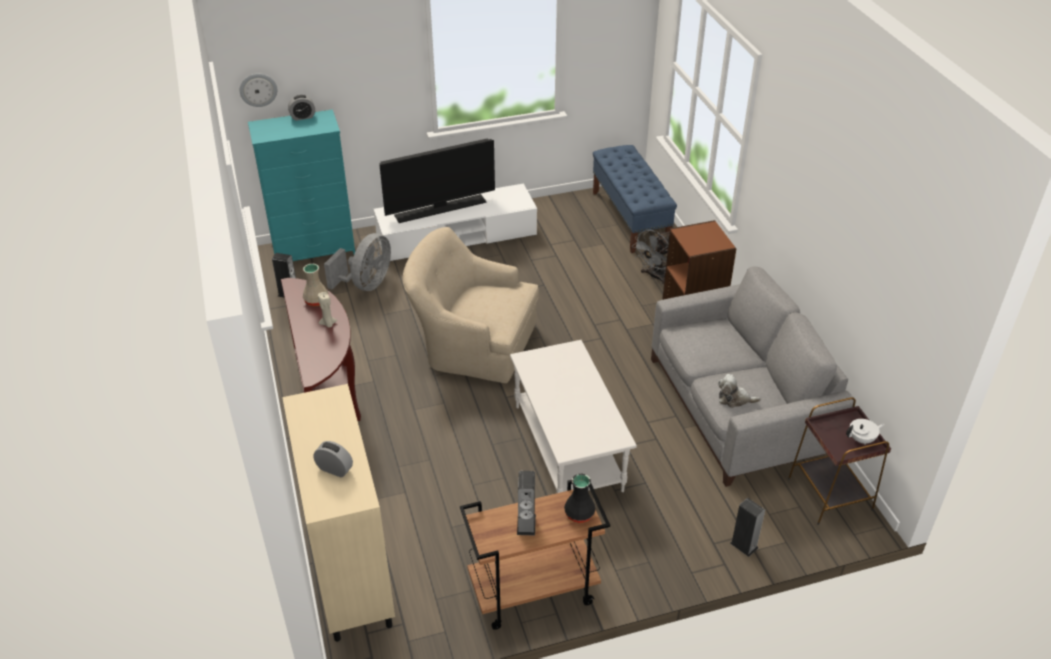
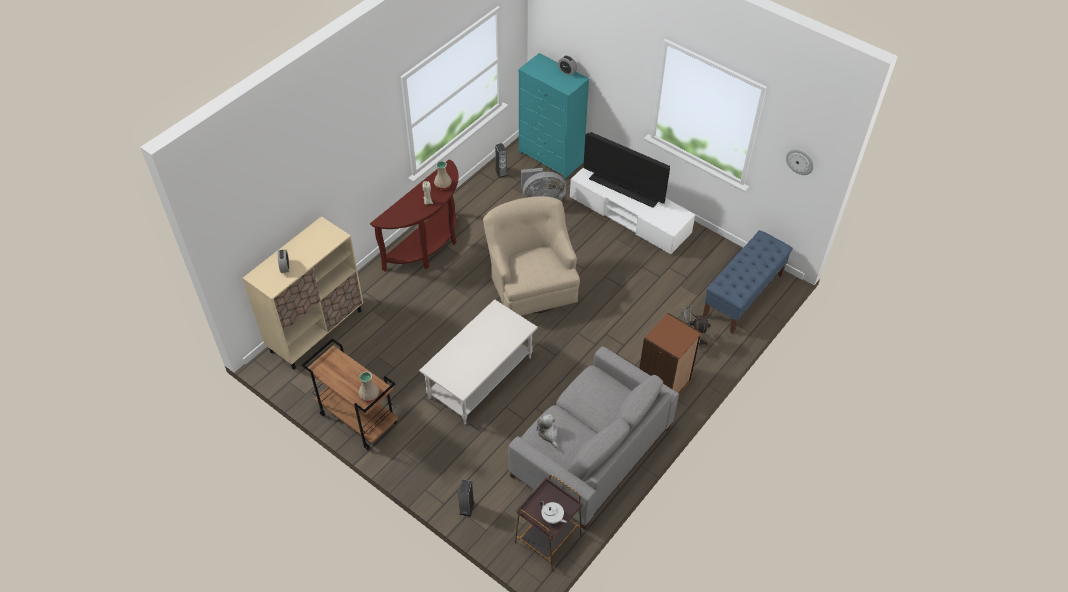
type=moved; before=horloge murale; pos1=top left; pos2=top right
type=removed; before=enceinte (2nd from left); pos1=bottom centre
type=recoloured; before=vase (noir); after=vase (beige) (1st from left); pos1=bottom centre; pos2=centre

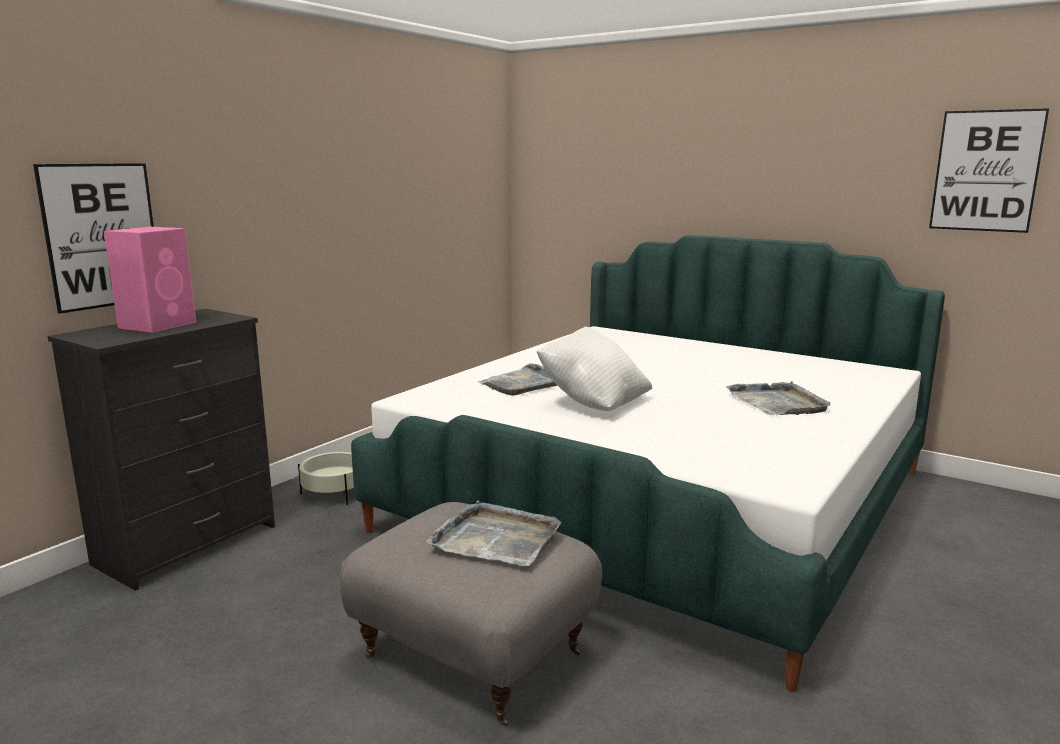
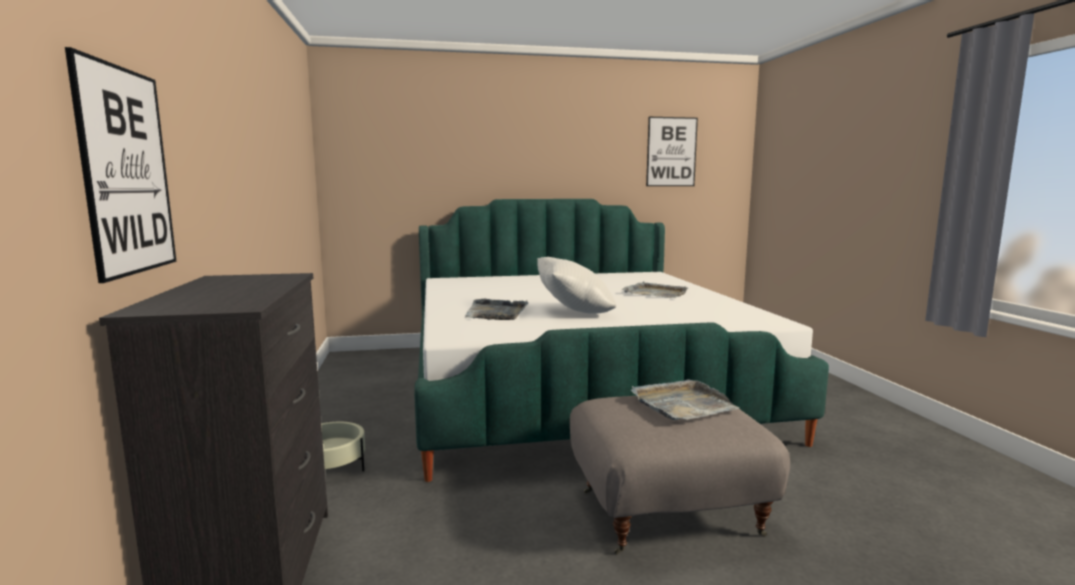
type=removed; before=enceinte (rose); pos1=middle left

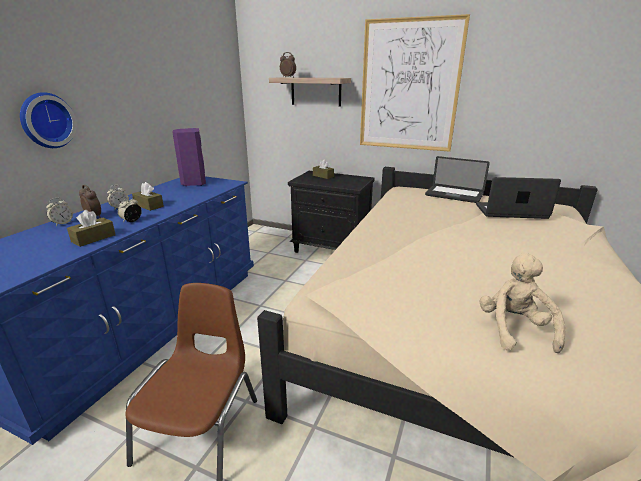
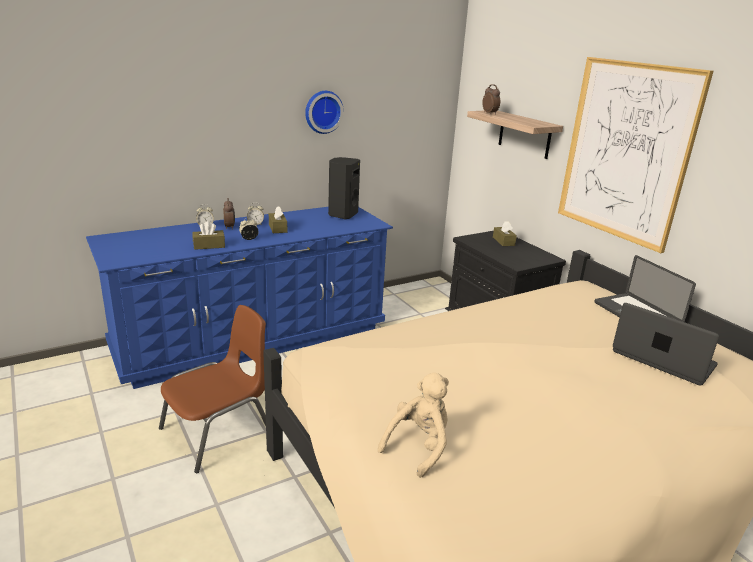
type=moved; before=horloge murale; pos1=top left; pos2=top centre
type=recoloured; before=enceinte (violet); after=enceinte (noir); pos1=top left; pos2=centre

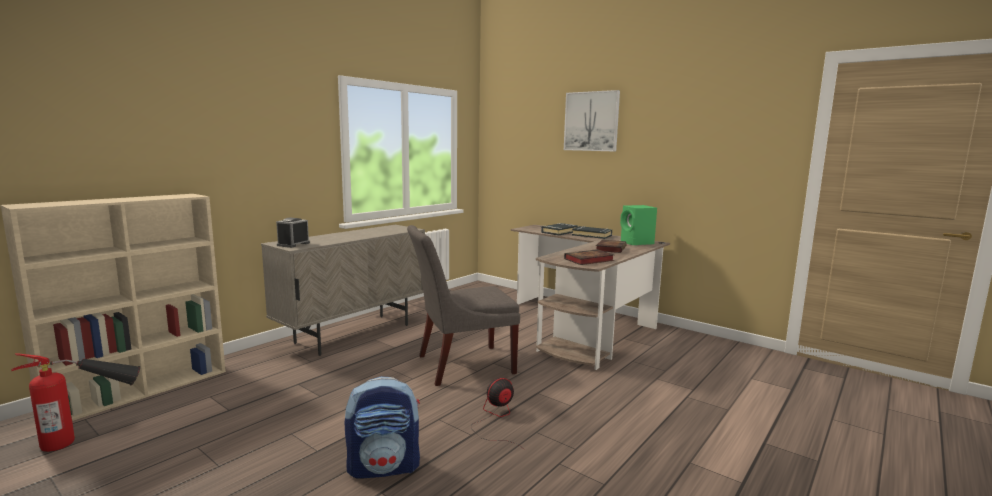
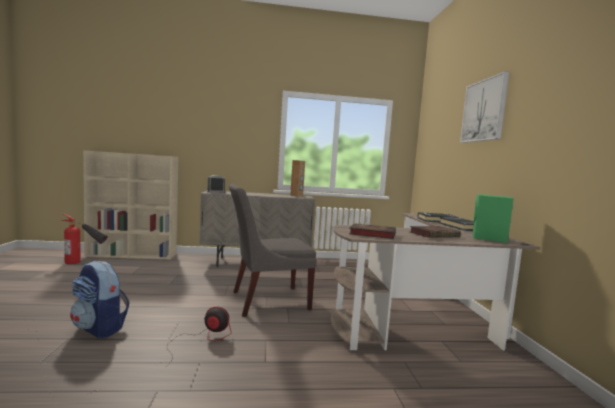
type=turned; before=chaise (gris); pos1=centre; pos2=centre; turn=-45
type=added; after=enceinte (marron); pos2=centre

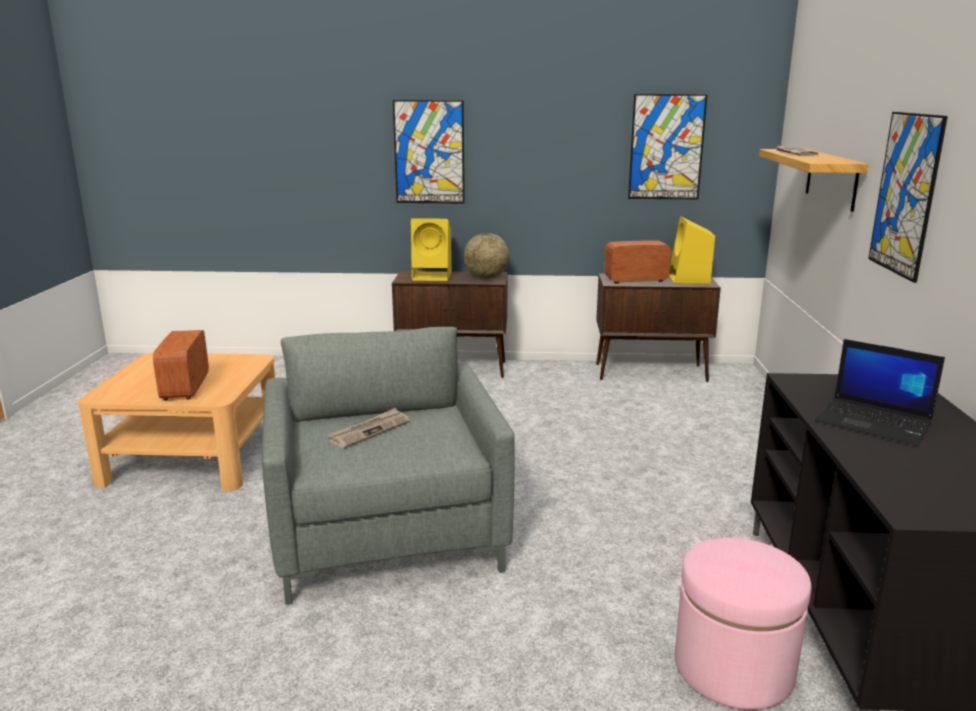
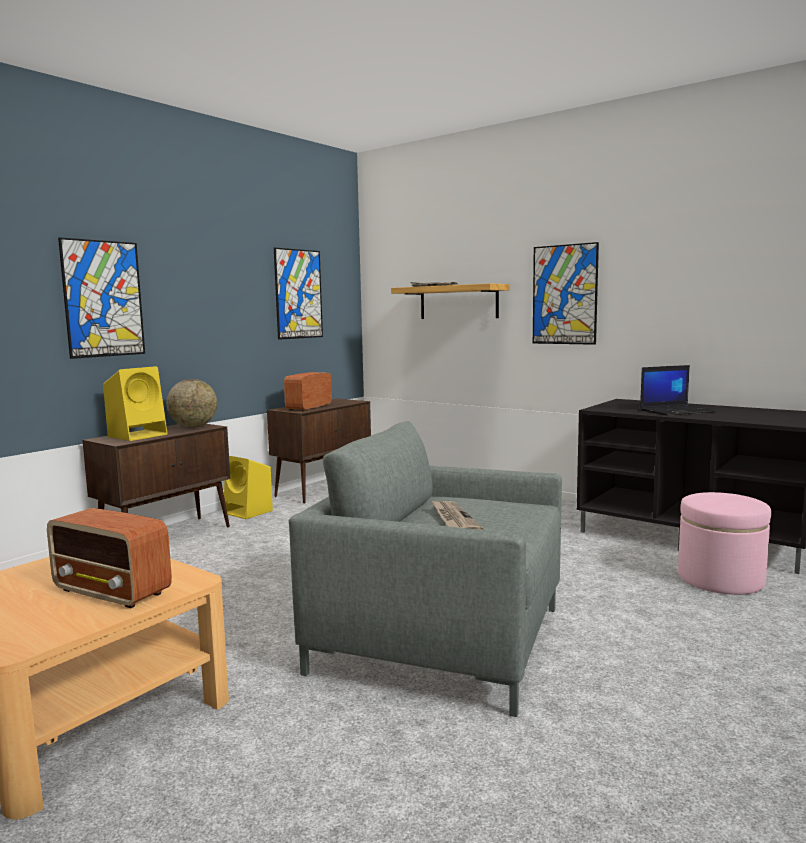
type=moved; before=enceinte (jaune) (2nd from left); pos1=middle right; pos2=middle left

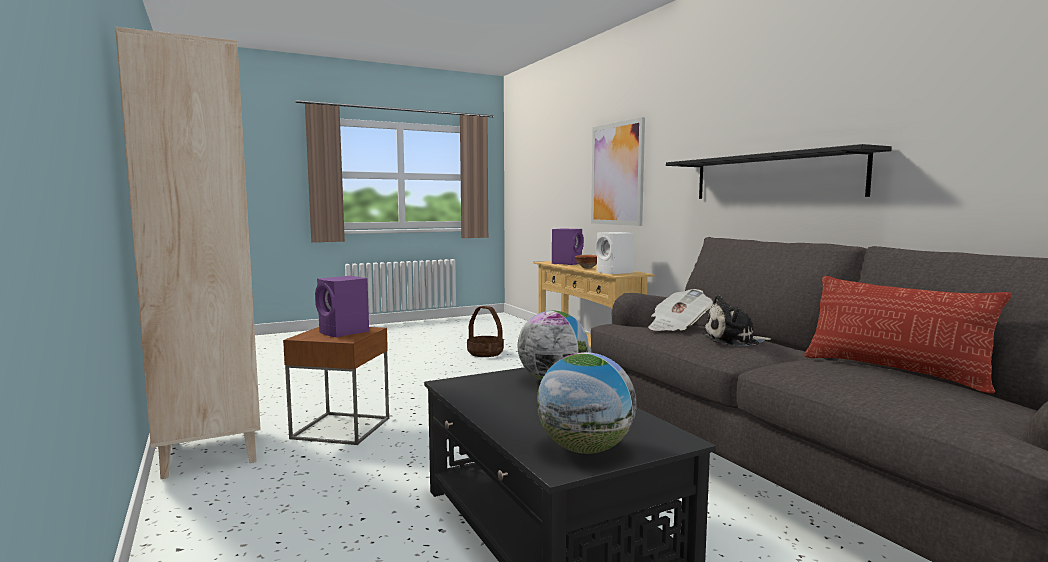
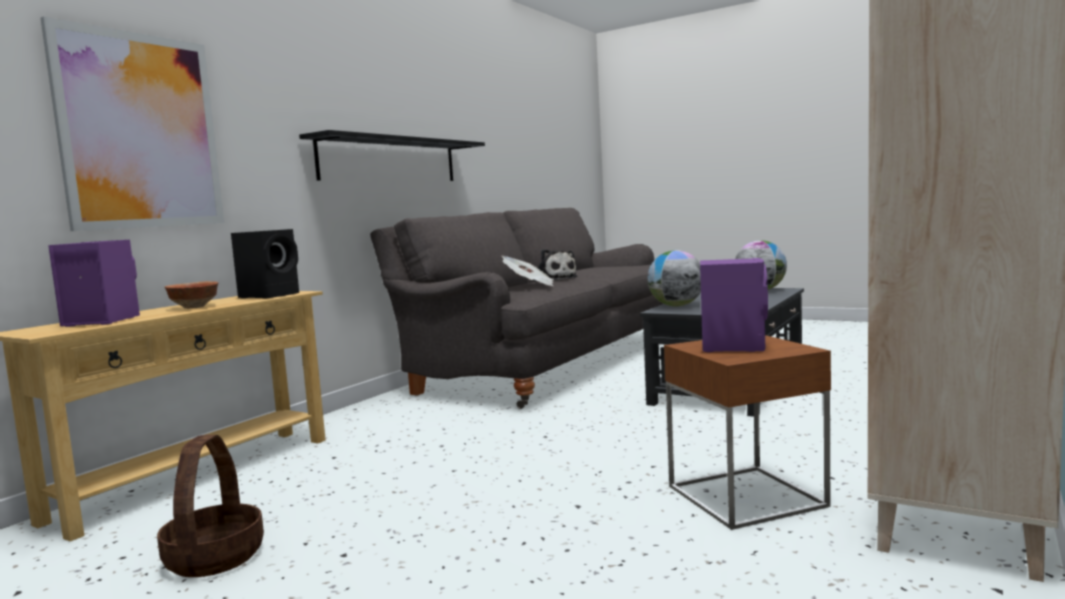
type=recoloured; before=enceinte (blanc); after=enceinte (noir); pos1=centre; pos2=middle left
type=removed; before=coussin; pos1=middle right

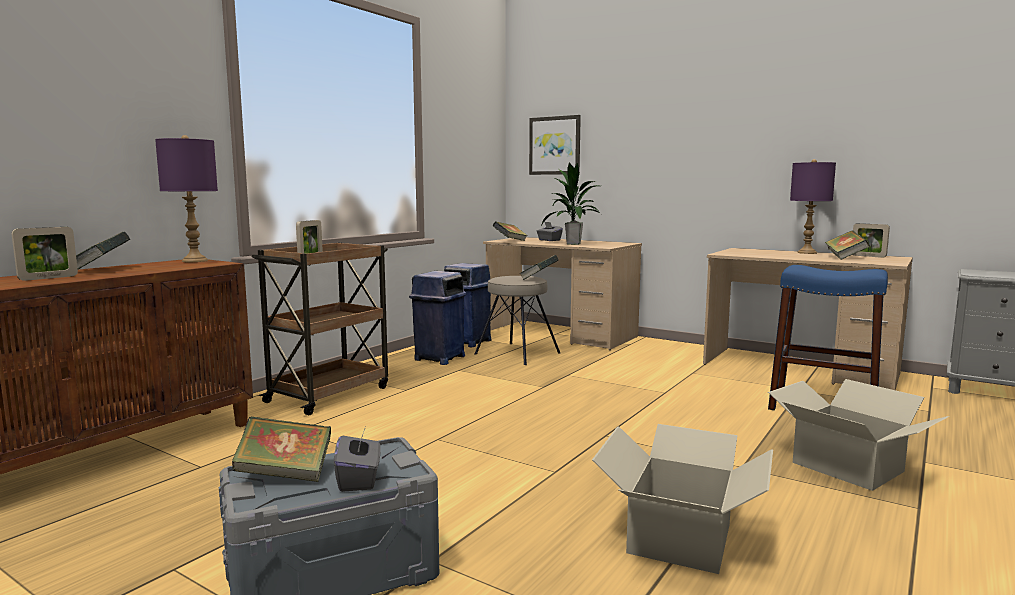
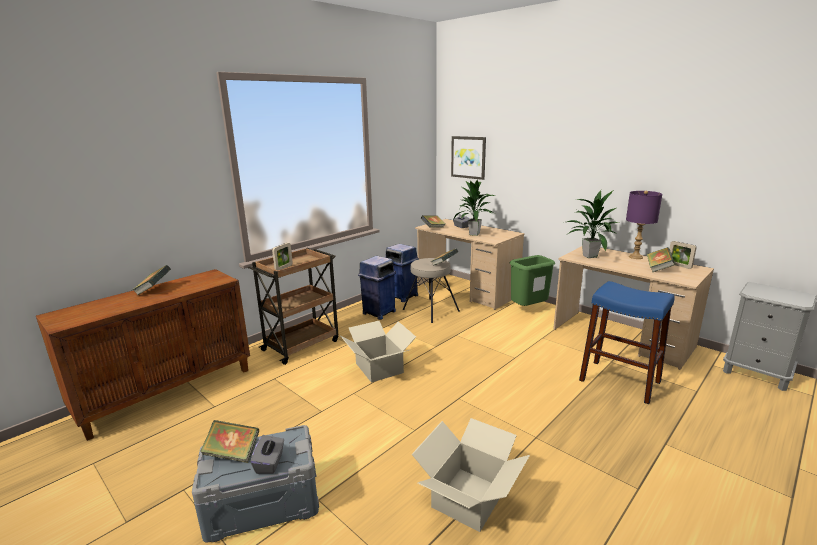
type=removed; before=lampe de table (violet) (1st from left); pos1=top left
type=removed; before=cadre photo (1st from left); pos1=middle left
type=moved; before=carton (2nd from left in the first image); after=carton (1st from left); pos1=bottom right; pos2=centre
type=added; after=plante en pot (2nd from left); pos2=middle right
type=added; after=poubelle (vert); pos2=centre

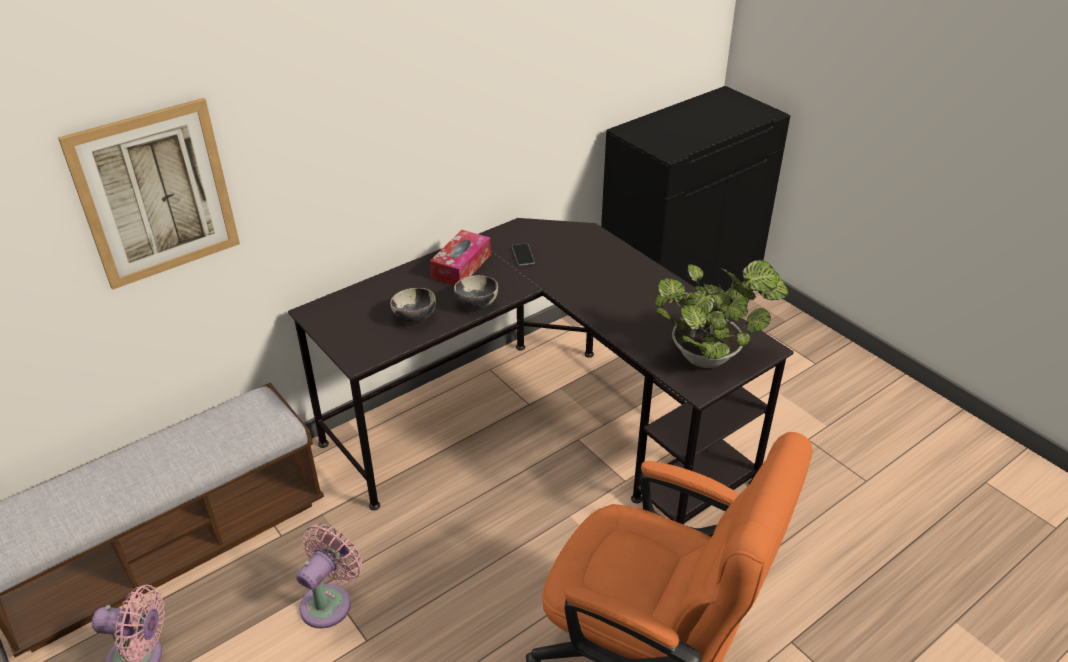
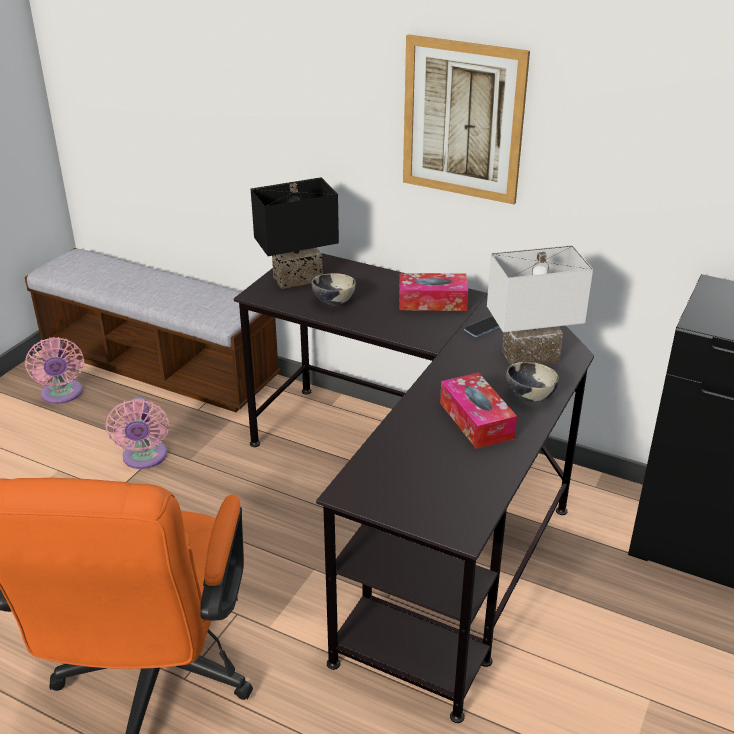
type=moved; before=tableau; pos1=top left; pos2=top centre
type=removed; before=plante en pot; pos1=middle right
type=moved; before=bol (2nd from left); pos1=centre; pos2=middle right
type=turned; before=ventilateur (rose) (2nd from left); pos1=bottom left; pos2=middle left; turn=75
type=added; after=lampe de table (noir); pos2=top centre
type=added; after=lampe de table (blanc); pos2=middle right
type=added; after=boîte à mouchoirs (2nd from left); pos2=centre

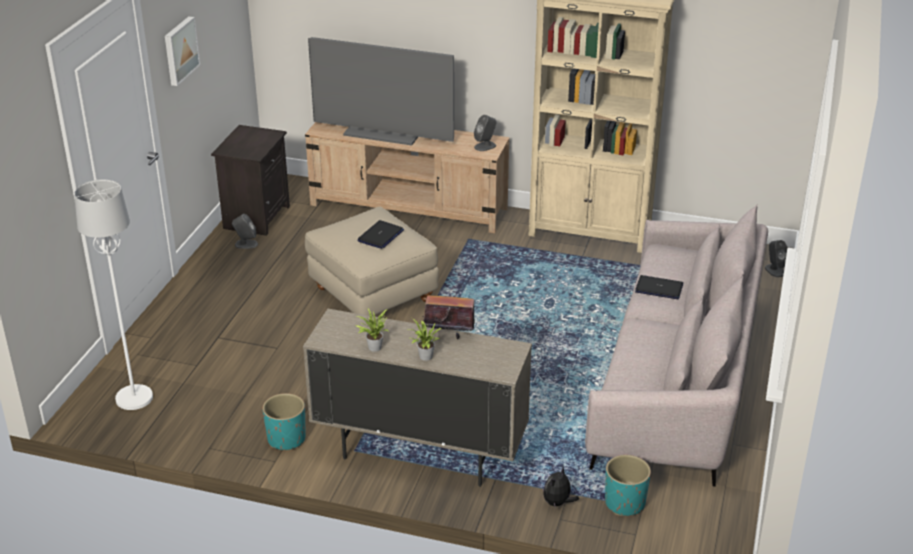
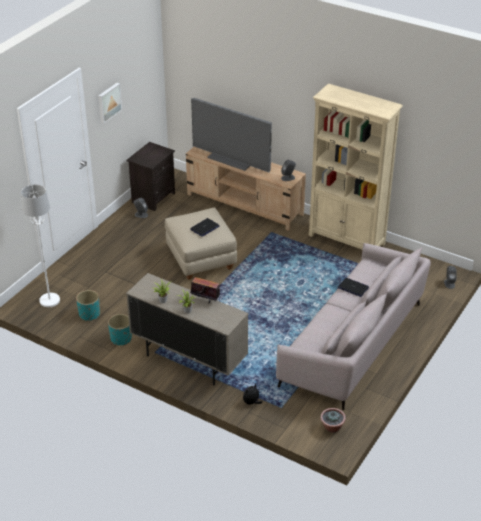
type=moved; before=cache-pot (turquoise) (2nd from left in the first image); after=cache-pot (turquoise) (1st from left); pos1=bottom right; pos2=middle left
type=added; after=plante en pot (3rd from left); pos2=bottom right

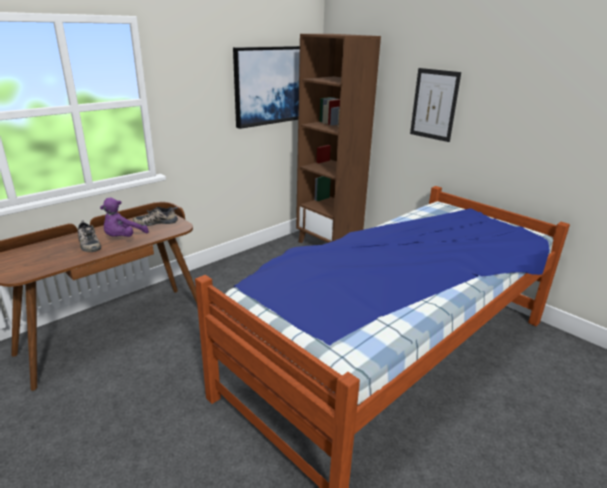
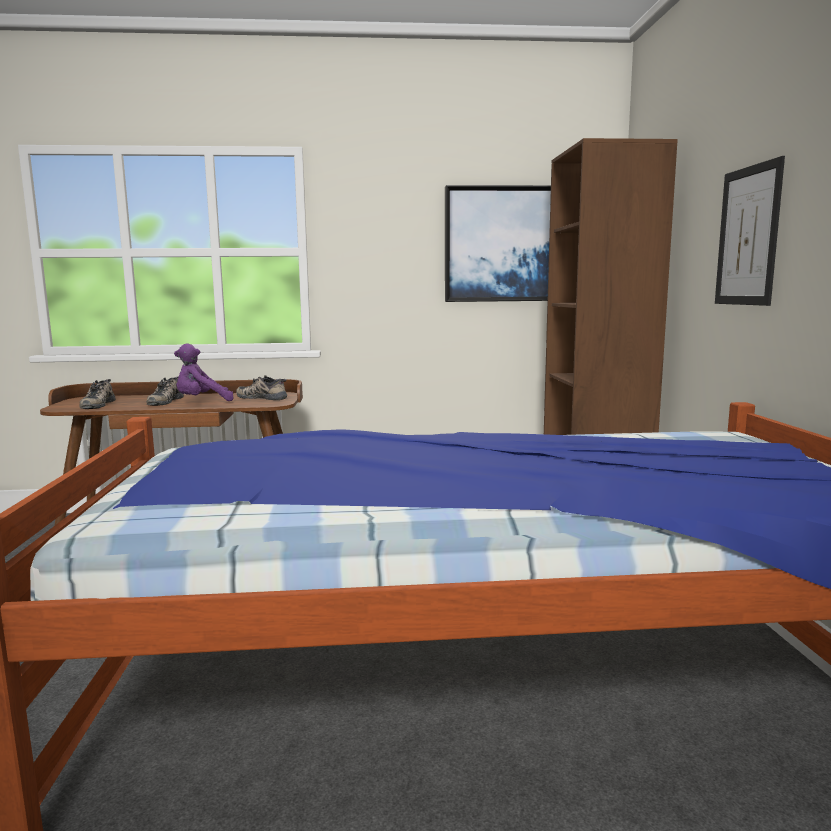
type=added; after=chaussure (1st from left); pos2=middle left

